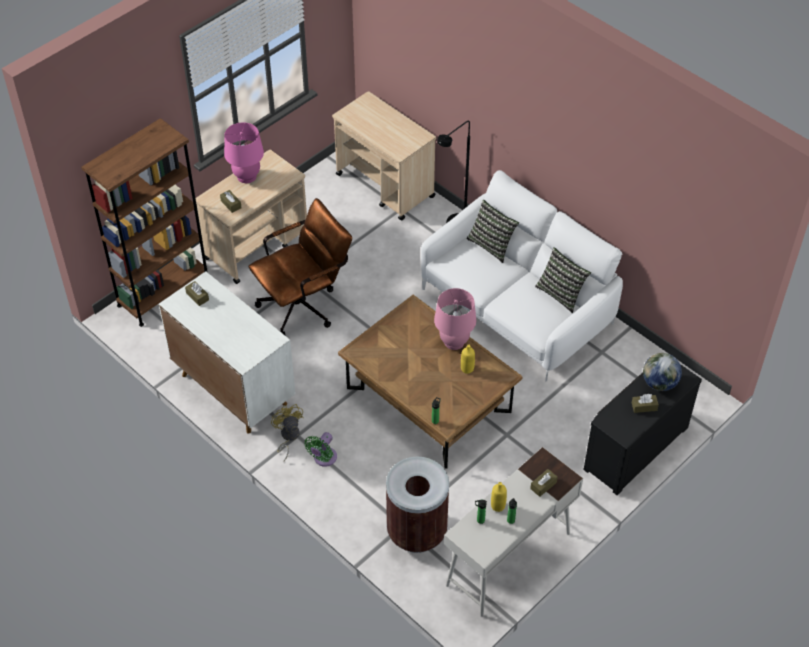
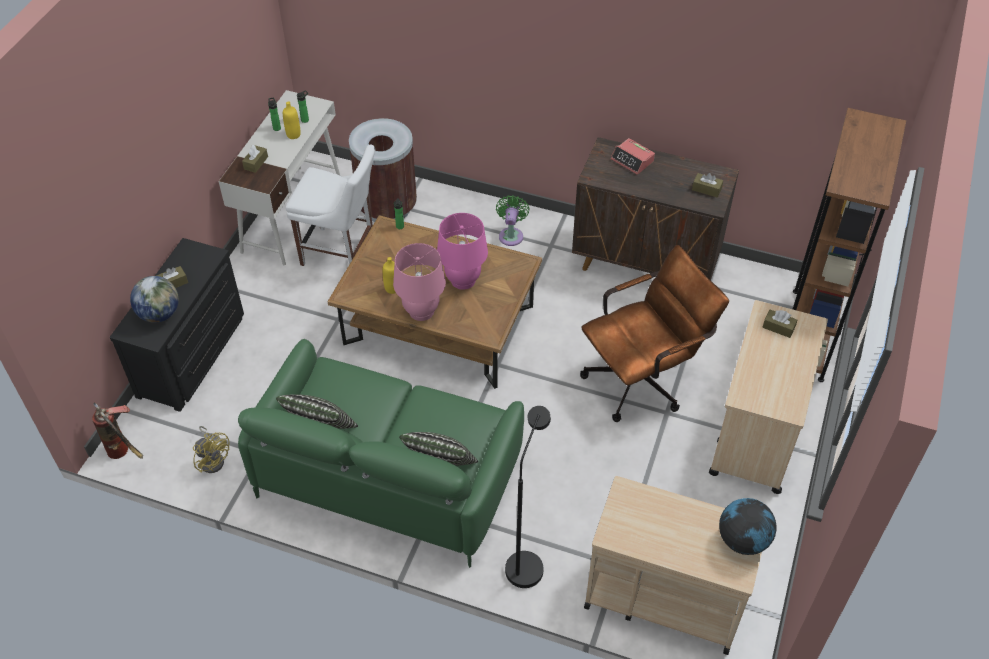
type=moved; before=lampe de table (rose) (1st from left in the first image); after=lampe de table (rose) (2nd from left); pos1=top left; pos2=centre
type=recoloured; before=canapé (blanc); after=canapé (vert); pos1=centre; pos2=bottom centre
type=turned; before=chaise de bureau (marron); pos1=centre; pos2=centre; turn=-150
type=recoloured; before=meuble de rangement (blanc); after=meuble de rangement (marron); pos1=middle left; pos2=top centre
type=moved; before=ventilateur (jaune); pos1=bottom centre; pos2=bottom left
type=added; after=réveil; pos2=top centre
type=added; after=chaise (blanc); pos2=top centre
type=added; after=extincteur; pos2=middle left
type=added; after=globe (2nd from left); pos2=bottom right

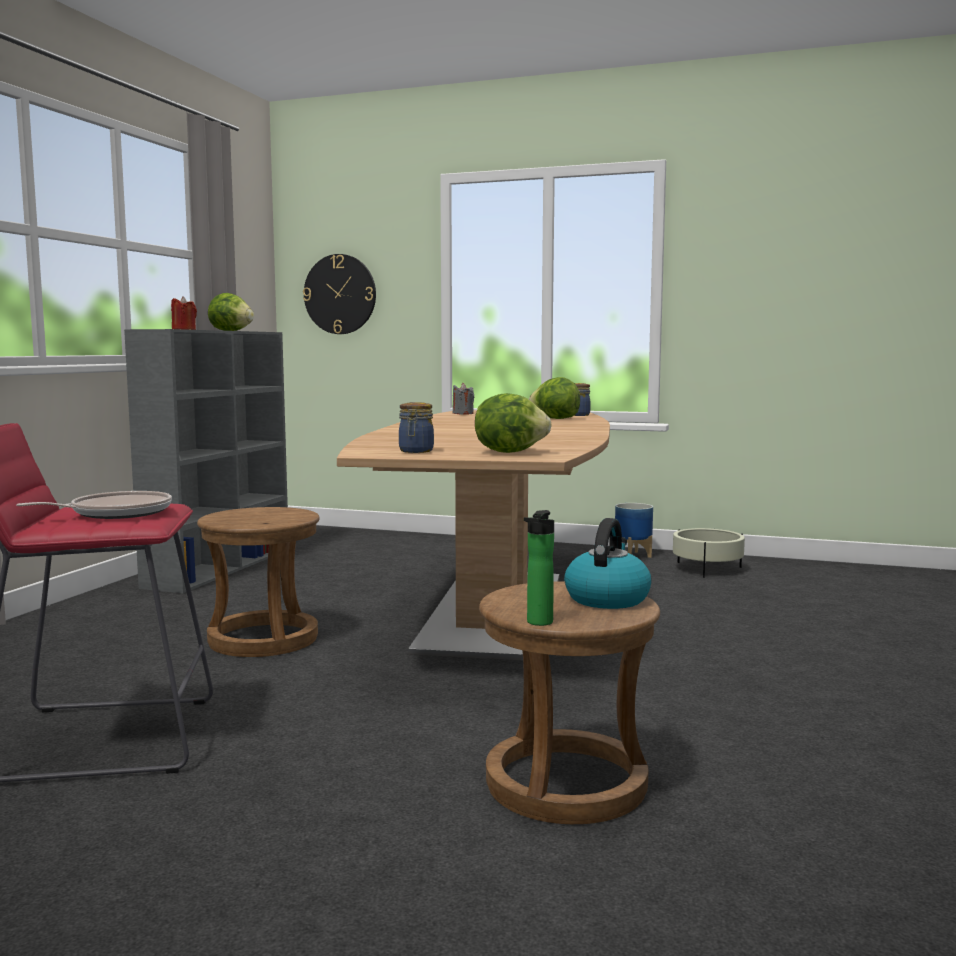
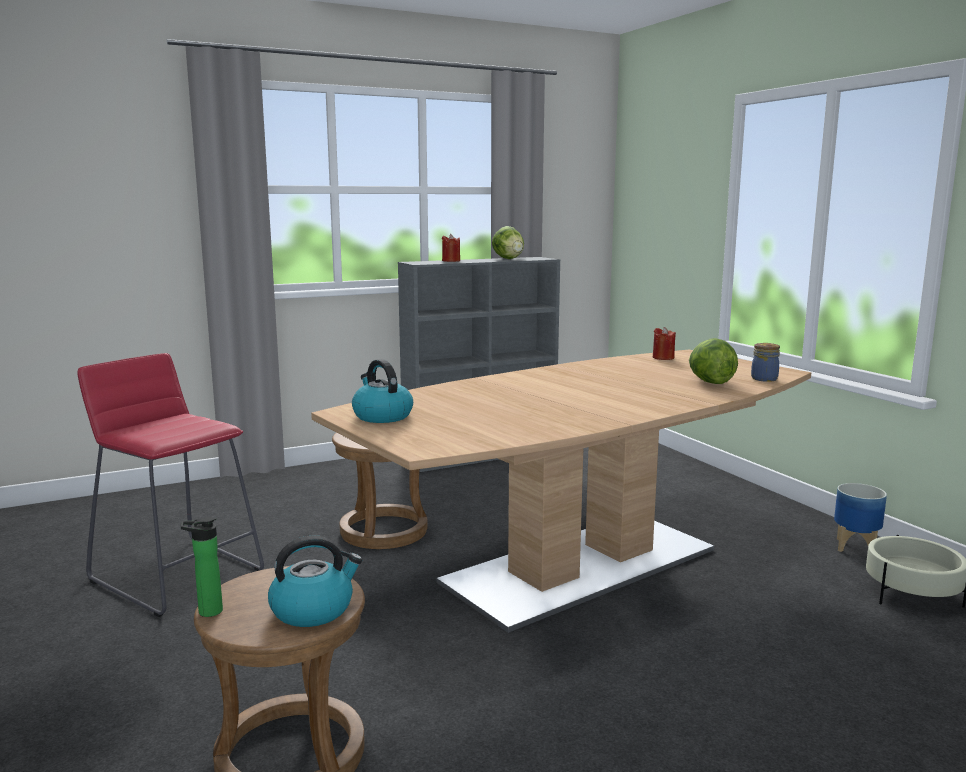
type=removed; before=horloge murale; pos1=top centre
type=recoloured; before=bougie (gris); after=bougie (rouge) (2nd from left); pos1=centre; pos2=middle right
type=removed; before=laitue (2nd from left); pos1=centre
type=replaced; before=bocal (1st from left); after=bouilloire (2nd from left); pos1=centre; pos2=centre
type=removed; before=poêle; pos1=middle left

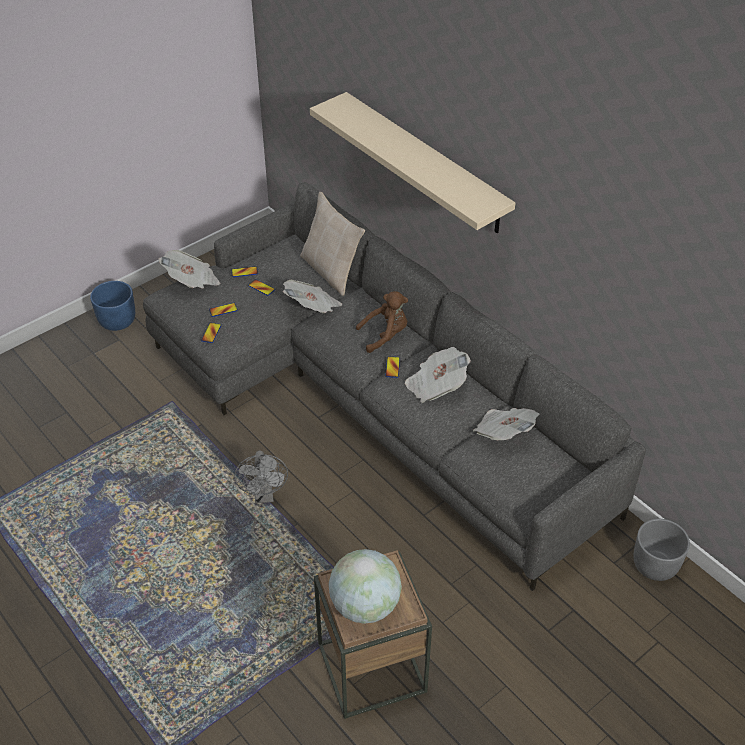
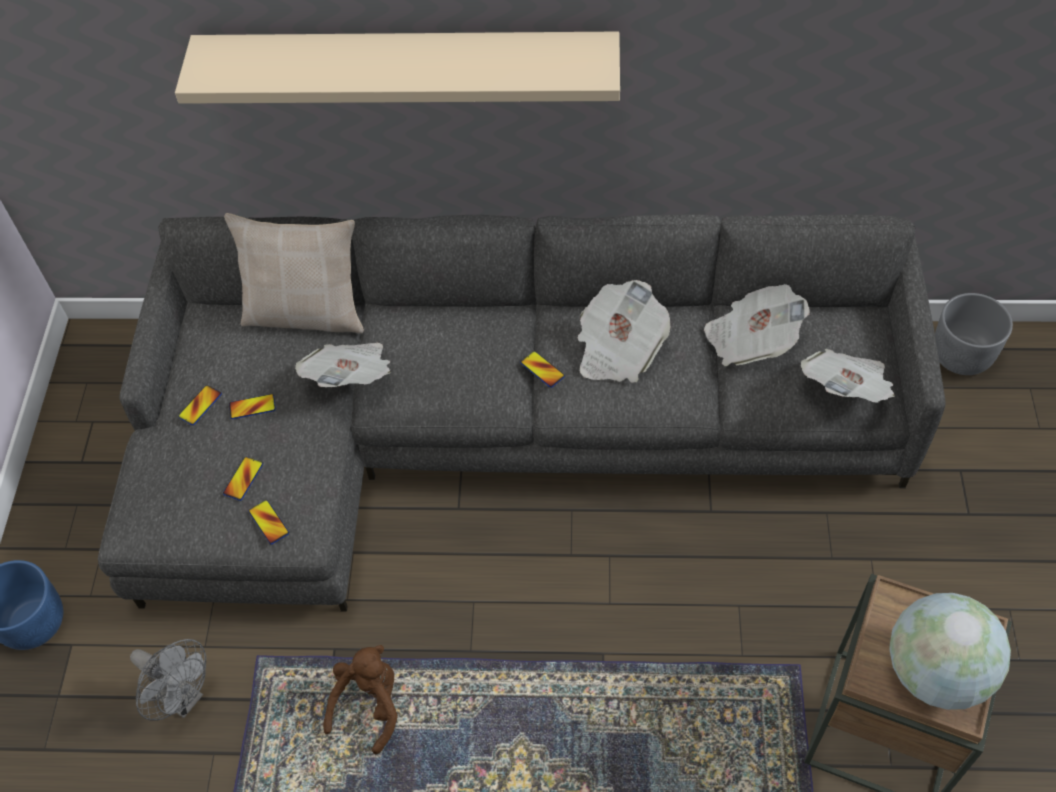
type=moved; before=journal (1st from left in the first image); after=journal (4th from left); pos1=middle left; pos2=middle right
type=moved; before=peluche (marron); pos1=centre; pos2=bottom centre
type=moved; before=ventilateur (gris); pos1=centre; pos2=bottom left

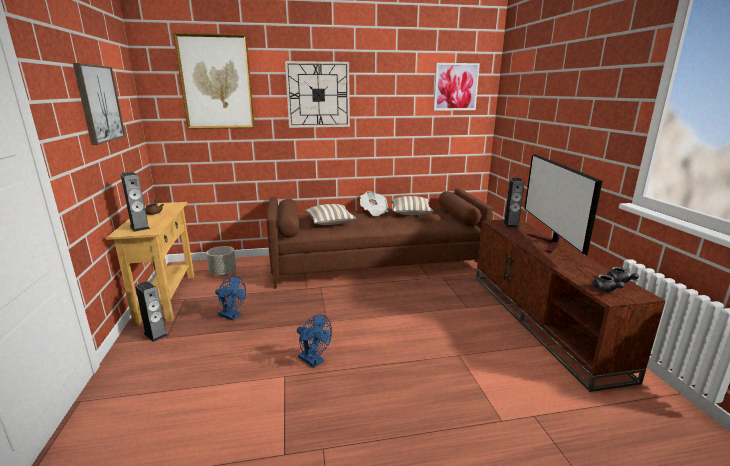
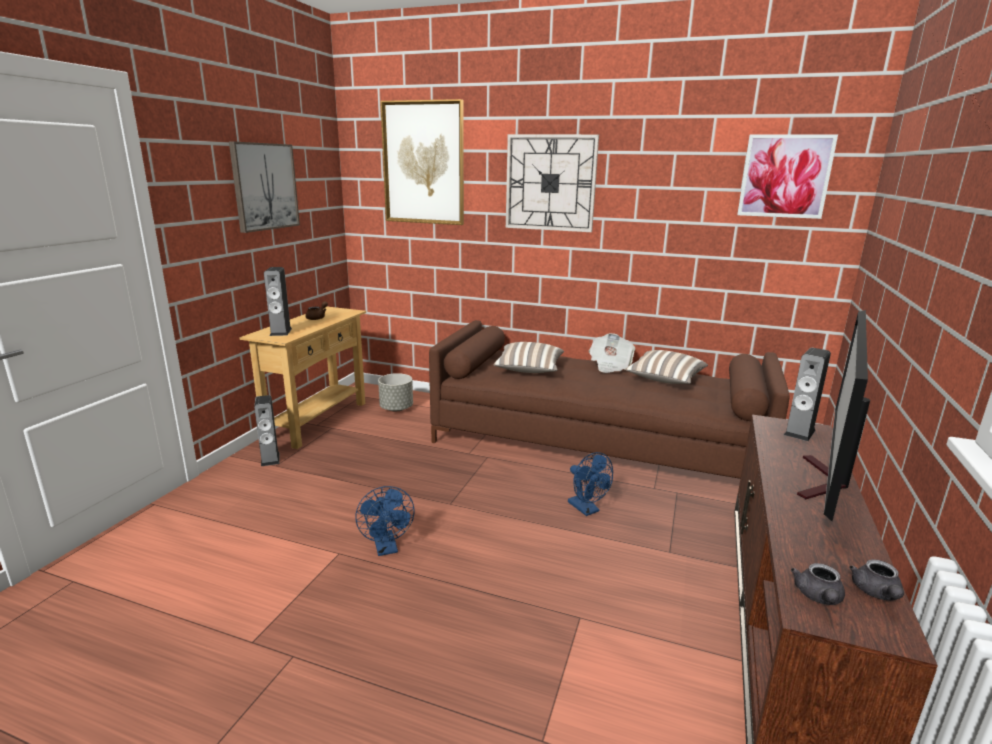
type=moved; before=ventilateur (bleu) (1st from left in the first image); after=ventilateur (bleu) (2nd from left); pos1=middle left; pos2=centre

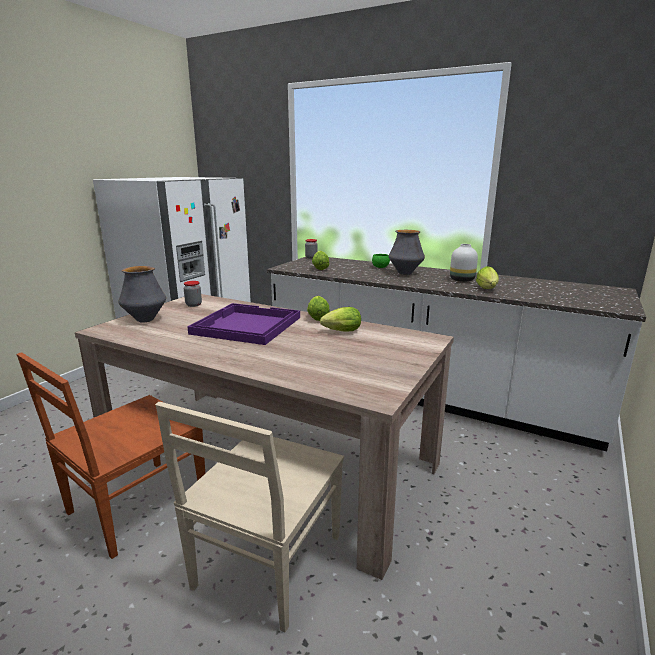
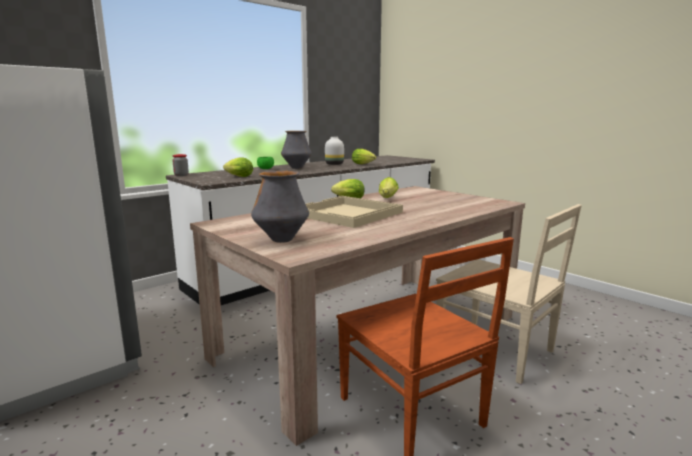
type=removed; before=bocal (1st from left); pos1=middle left
type=recoloured; before=plateau (violet); after=plateau (beige); pos1=centre; pos2=centre

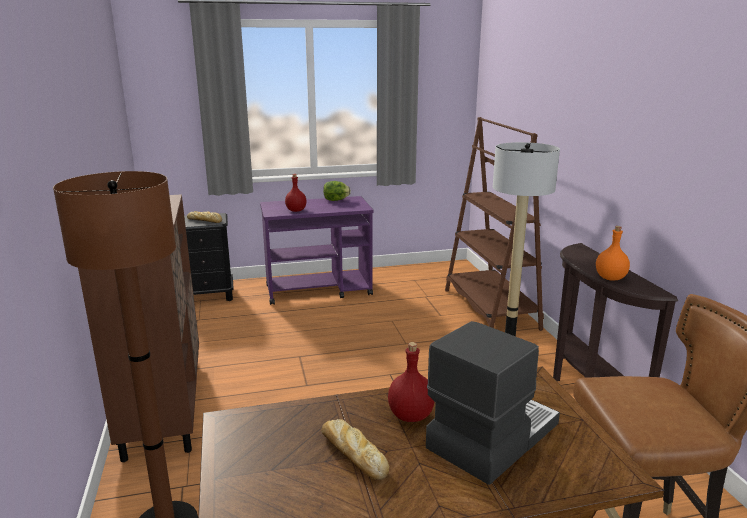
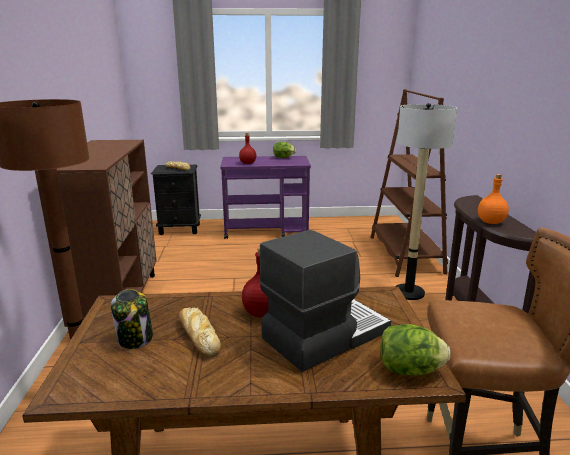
type=added; after=bocal; pos2=bottom left
type=added; after=laitue (2nd from left); pos2=bottom right

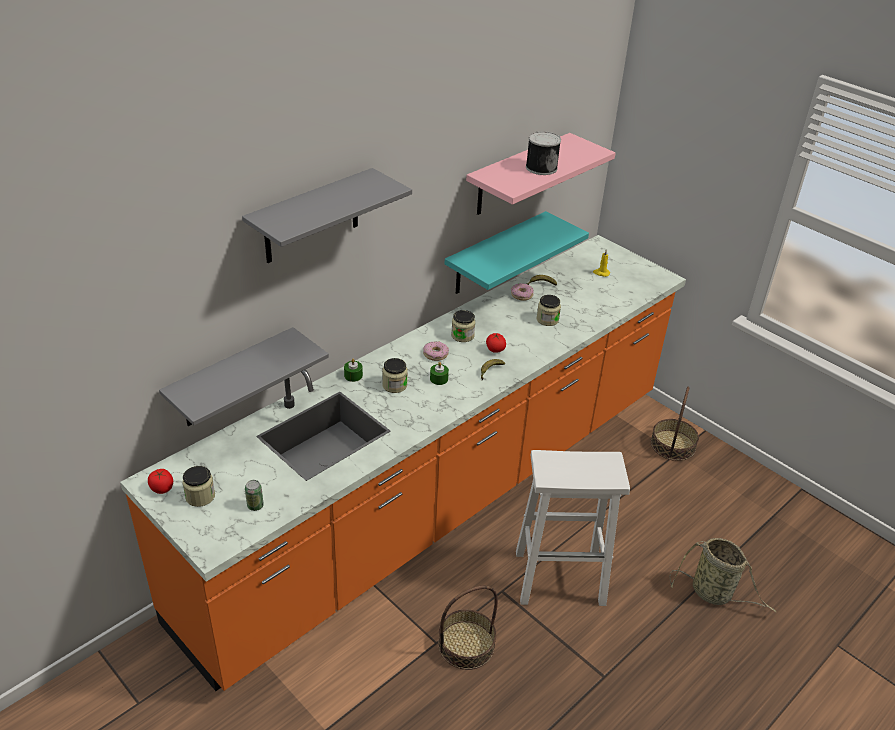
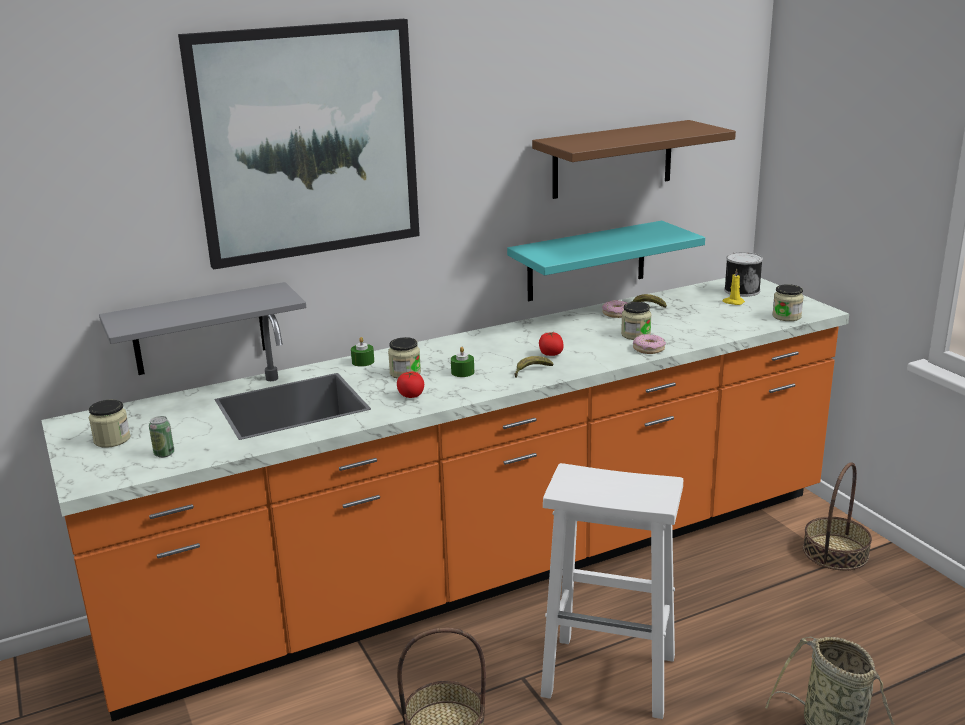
type=moved; before=boîte métallique (2nd from left); pos1=top centre; pos2=middle right
type=recoloured; before=étagère (rose); after=étagère (marron); pos1=top centre; pos2=top centre
type=replaced; before=étagère (gris) (2nd from left); after=tableau; pos1=top centre; pos2=top left
type=moved; before=bocal (3rd from left in the first image); after=bocal (4th from left); pos1=centre; pos2=middle right
type=moved; before=beignet (1st from left in the first image); after=beignet (2nd from left); pos1=centre; pos2=middle right
type=moved; before=tomate (1st from left); pos1=middle left; pos2=centre

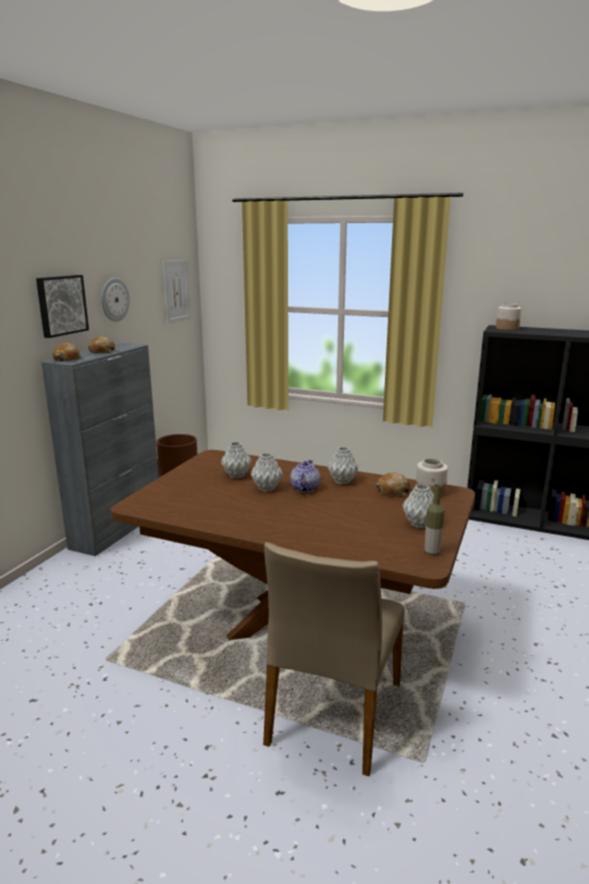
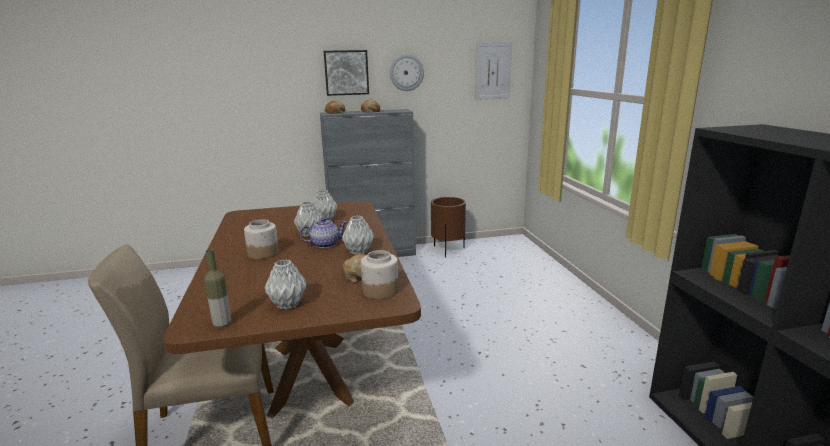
type=moved; before=bocal (2nd from left in the first image); after=bocal (1st from left); pos1=middle right; pos2=middle left

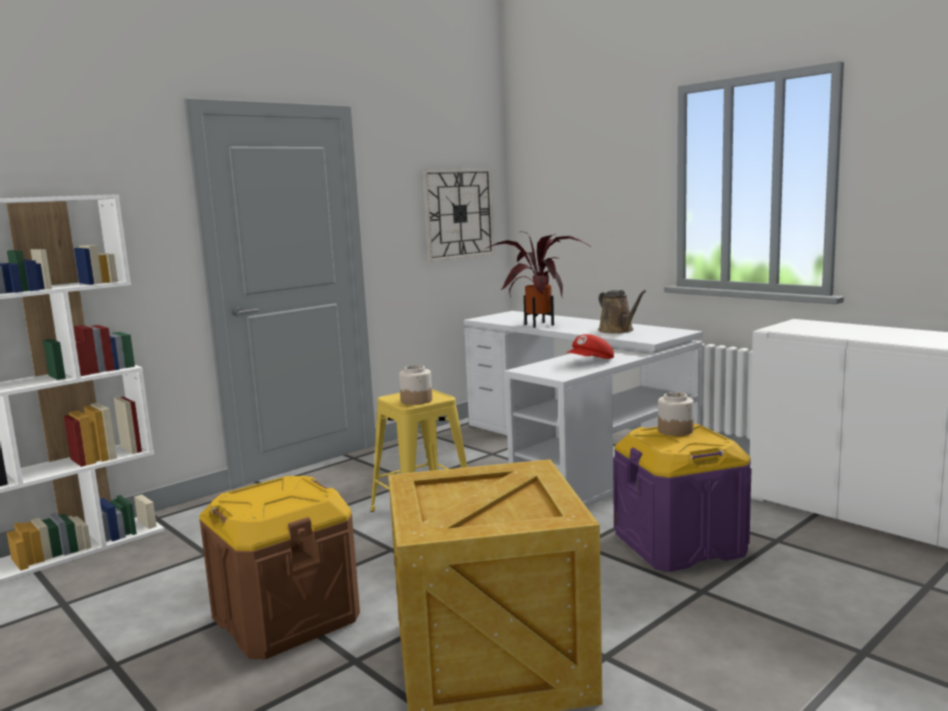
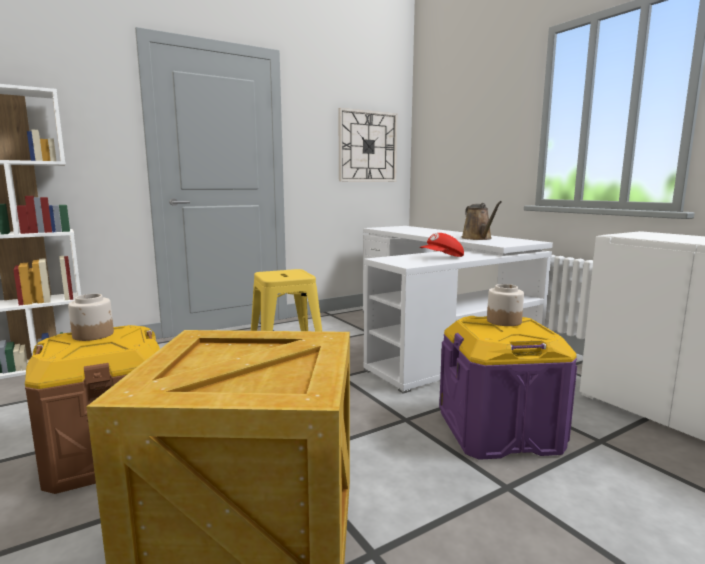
type=removed; before=plante en pot; pos1=centre
type=moved; before=bocal (1st from left); pos1=centre; pos2=middle left

